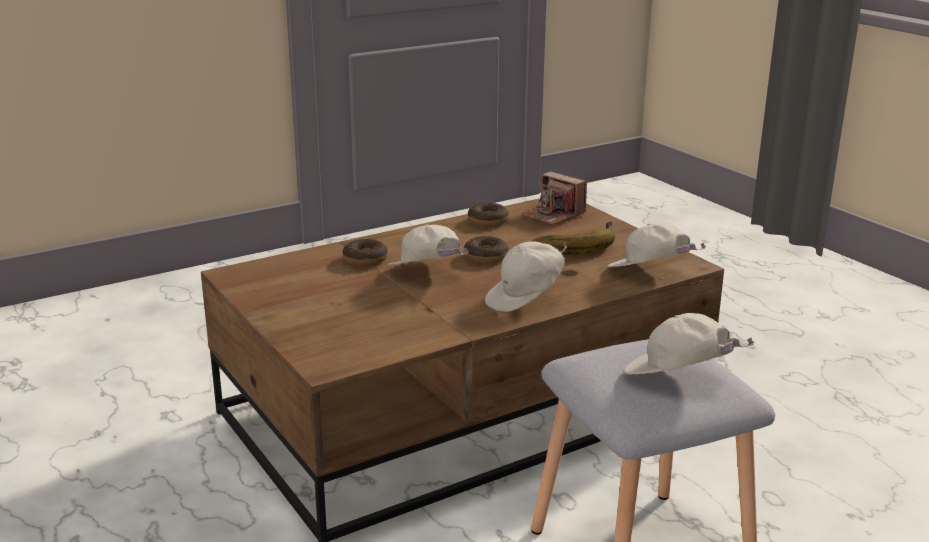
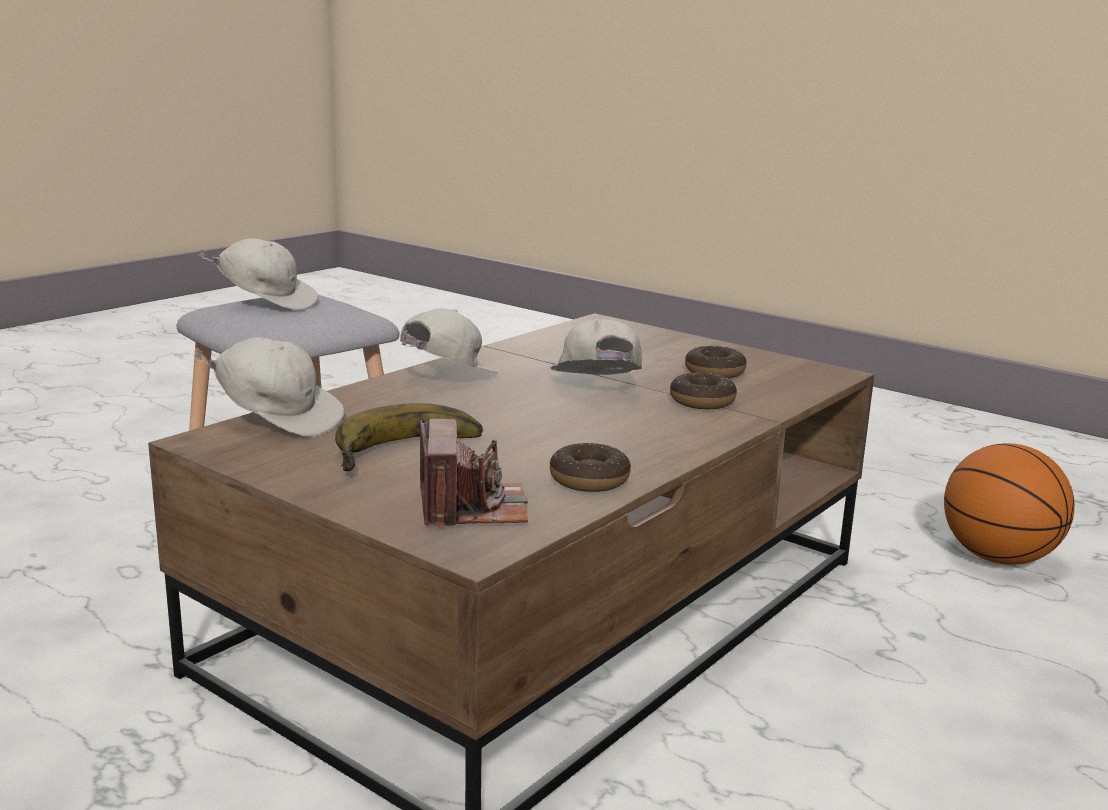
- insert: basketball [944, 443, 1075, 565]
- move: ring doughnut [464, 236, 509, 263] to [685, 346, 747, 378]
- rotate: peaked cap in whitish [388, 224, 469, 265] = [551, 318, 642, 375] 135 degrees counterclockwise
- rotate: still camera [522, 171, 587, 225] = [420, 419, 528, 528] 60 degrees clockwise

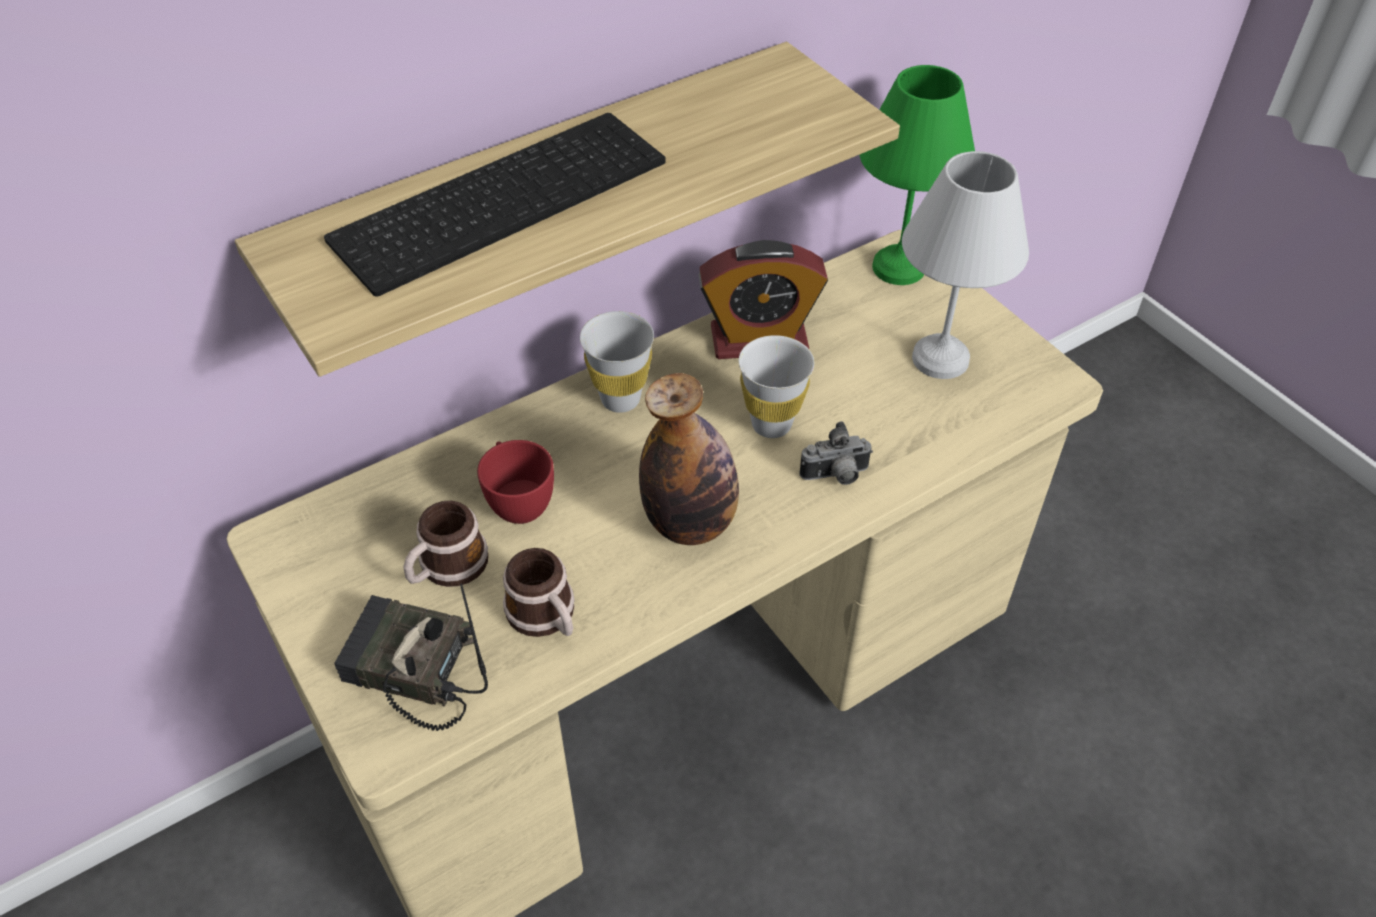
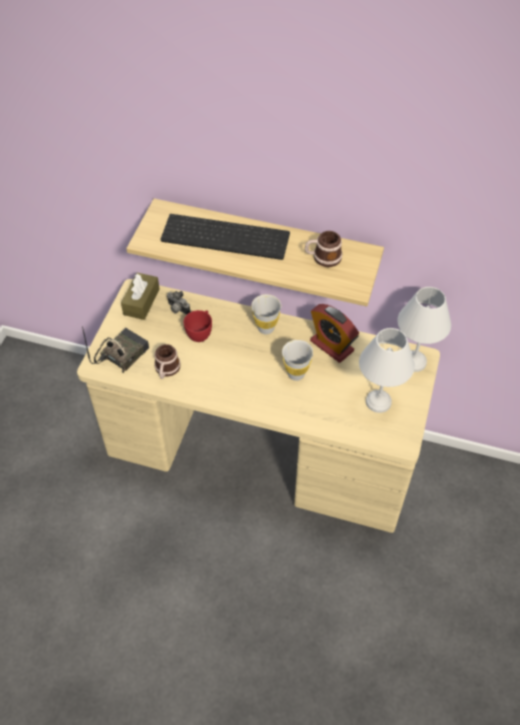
- delete: drink bottle [639, 373, 739, 545]
- insert: tissue holder in brown [121, 272, 160, 320]
- move: mug [403, 501, 488, 587] to [305, 231, 342, 267]
- move: still camera [799, 421, 873, 485] to [167, 291, 191, 315]
- recolor: tabletop lamp in greenish [859, 65, 975, 285] to tabletop lamp in whitish [397, 287, 451, 372]
- rotate: radio [334, 583, 488, 731] = [82, 326, 149, 373] 60 degrees clockwise

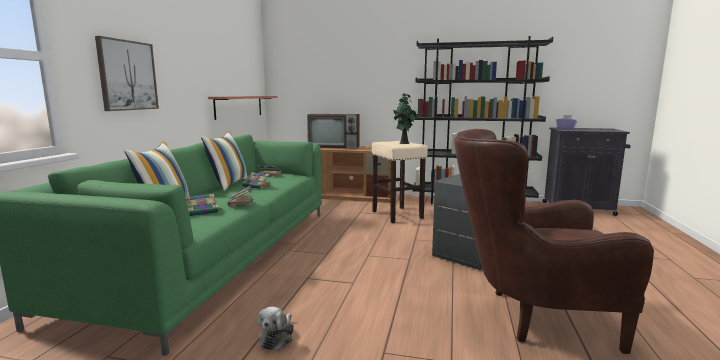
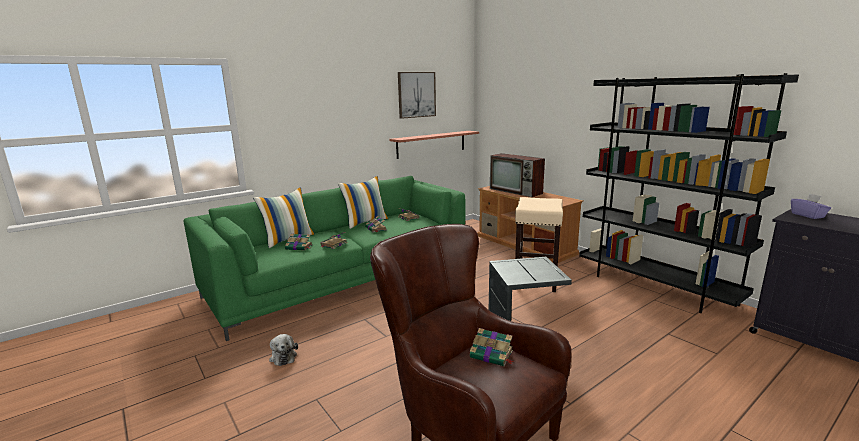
- delete: plant in a pot [393, 93, 418, 144]
- insert: volume [470, 328, 514, 366]
- move: wall art [95, 36, 159, 111] to [398, 72, 436, 119]
- rotate: soft toy [257, 307, 294, 351] = [269, 334, 298, 366] 75 degrees counterclockwise

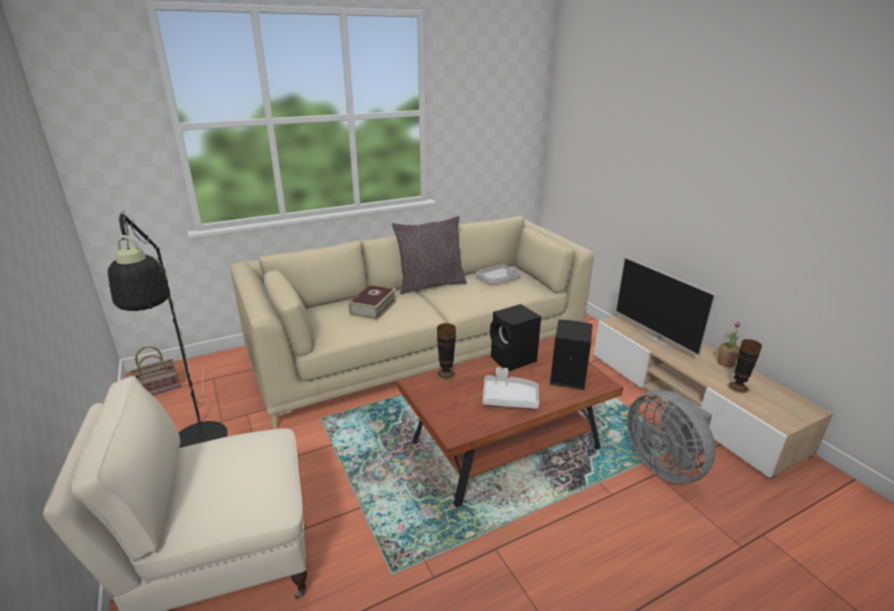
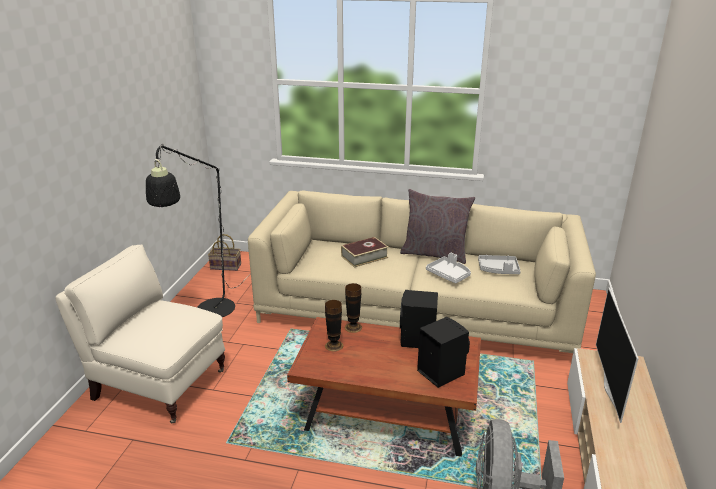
- delete: plant in a pot [717, 322, 740, 368]
- move: carrying tray in whitish [483, 367, 539, 409] to [426, 253, 471, 283]
- move: decorative vase [728, 339, 762, 393] to [325, 300, 343, 352]

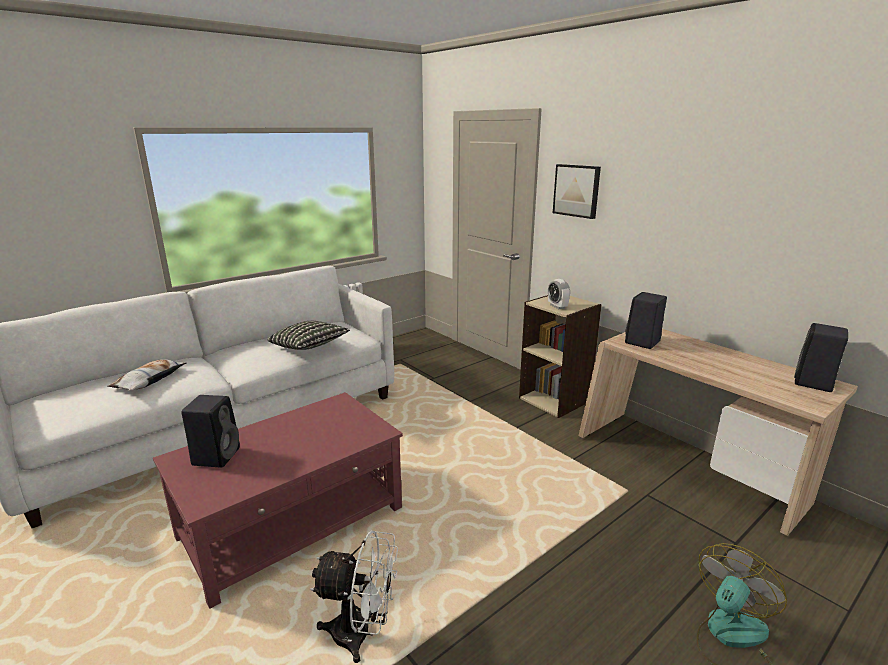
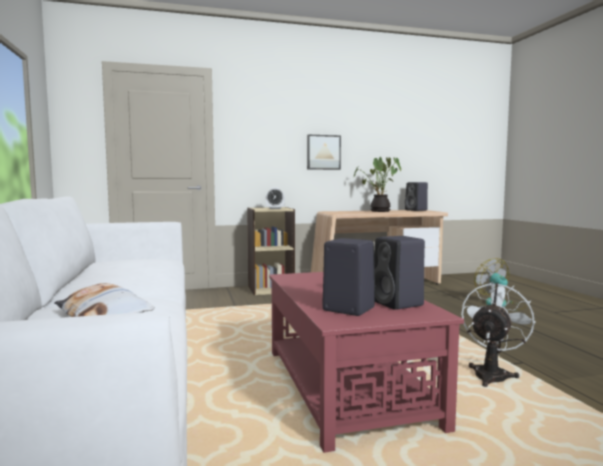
- delete: throw pillow [267, 321, 350, 350]
- insert: plant in a pot [354, 157, 401, 212]
- move: wall art [553, 164, 601, 219] to [307, 135, 341, 170]
- move: speaker in blackish [625, 292, 667, 349] to [374, 236, 425, 310]

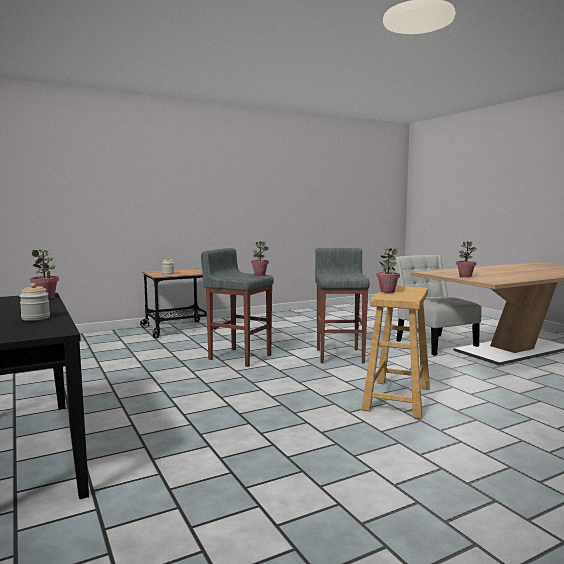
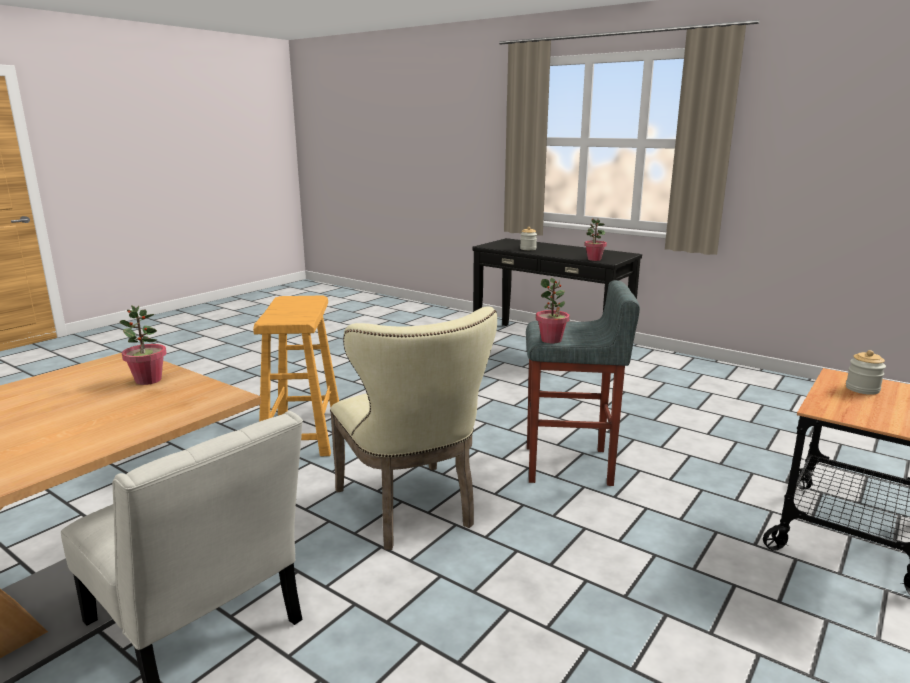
- delete: plant in a pot [377, 248, 400, 293]
- replace: stool in gray [315, 248, 370, 364] to upright chair in beige [330, 306, 497, 550]

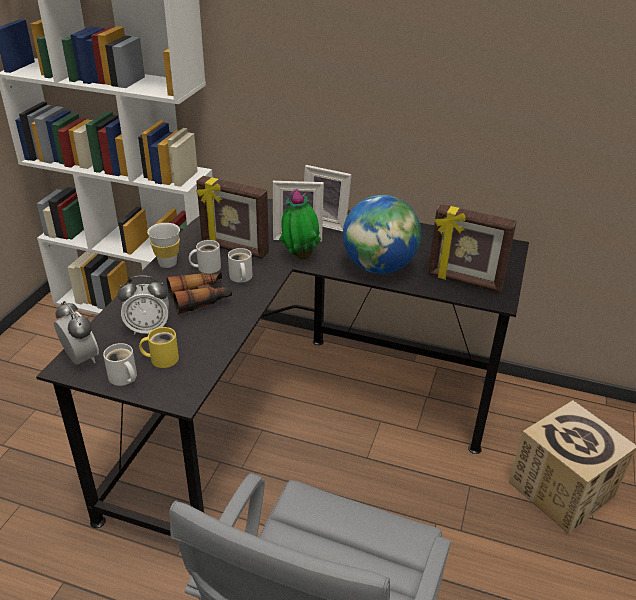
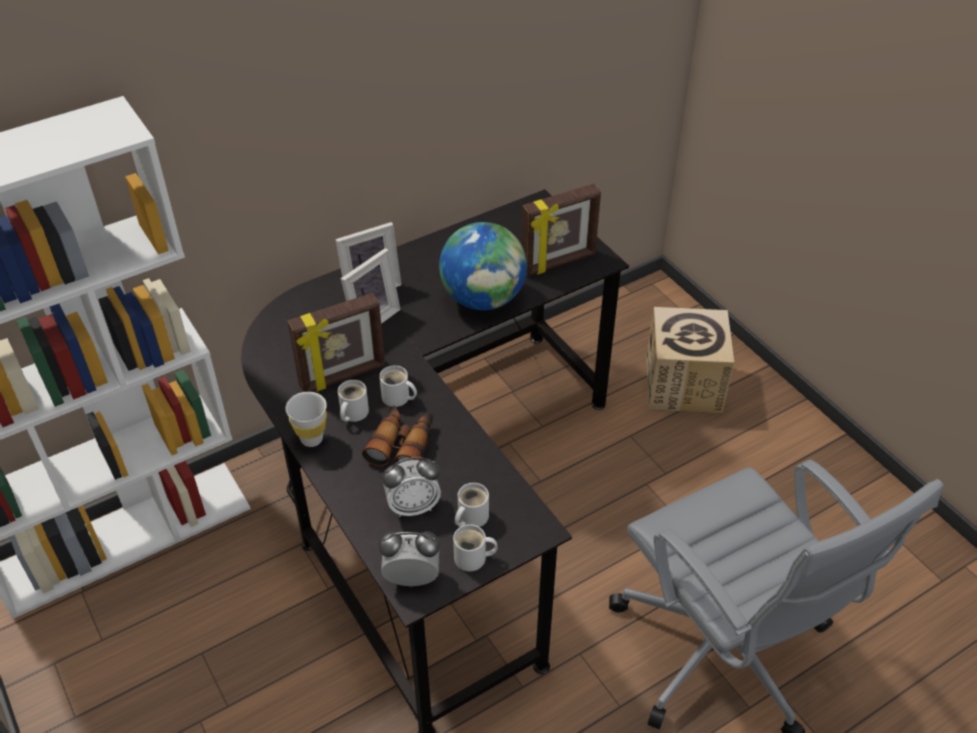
- delete: plant in a pot [279, 189, 321, 260]
- recolor: mug in yellow [139, 327, 179, 368] to mug in whitish [455, 483, 489, 527]
- rotate: table clock [117, 276, 169, 335] = [382, 457, 441, 517] 45 degrees clockwise

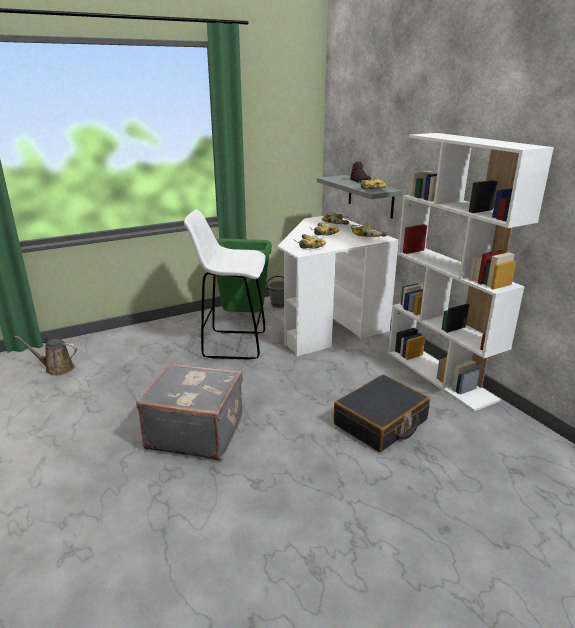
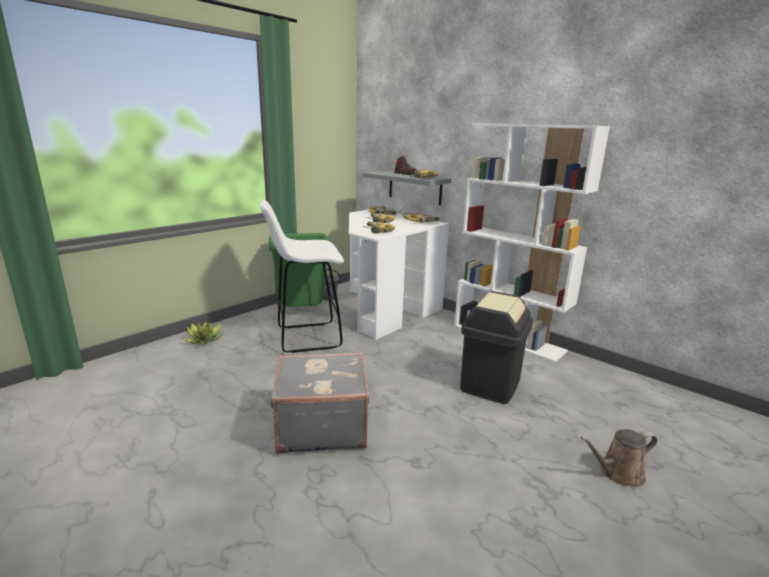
- insert: plant in a pot [183, 322, 223, 345]
- move: sprinkling can in brown [15, 336, 77, 375] to [581, 429, 657, 487]
- replace: piece of luggage in blackish [334, 375, 430, 452] to rubbish bin in blackish [460, 291, 533, 404]

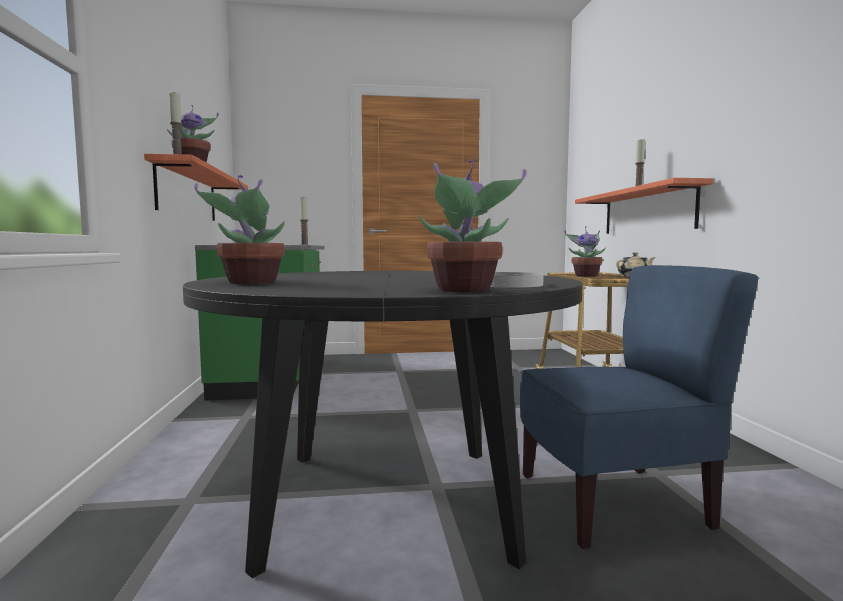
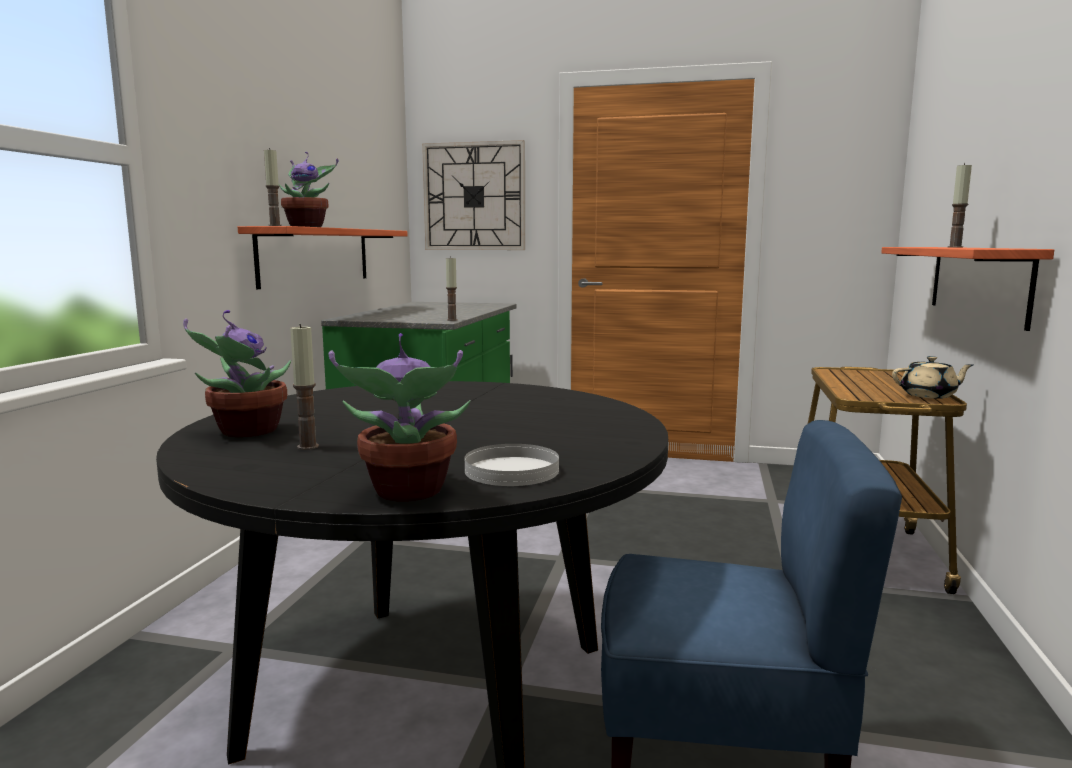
- delete: plant in a pot [564, 226, 606, 277]
- insert: wax candle [290, 324, 319, 450]
- insert: wall clock [422, 140, 525, 250]

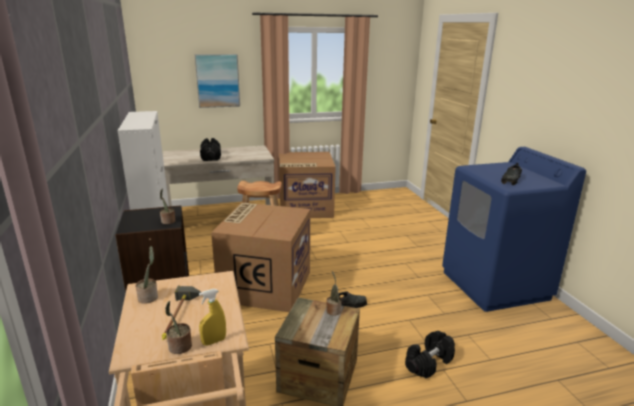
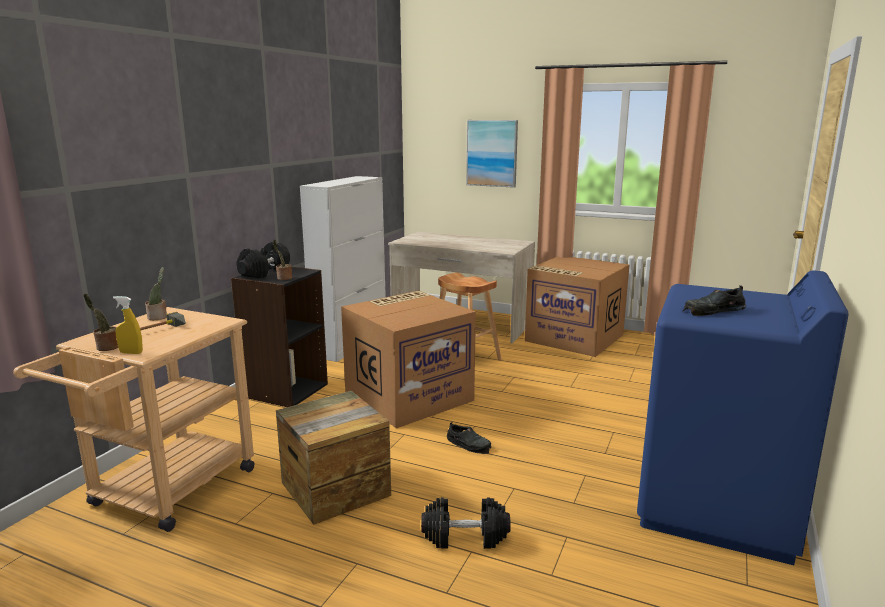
- delete: plant in a pot [326, 271, 342, 316]
- move: hand weight in blackish [200, 138, 221, 161] to [236, 242, 290, 279]

